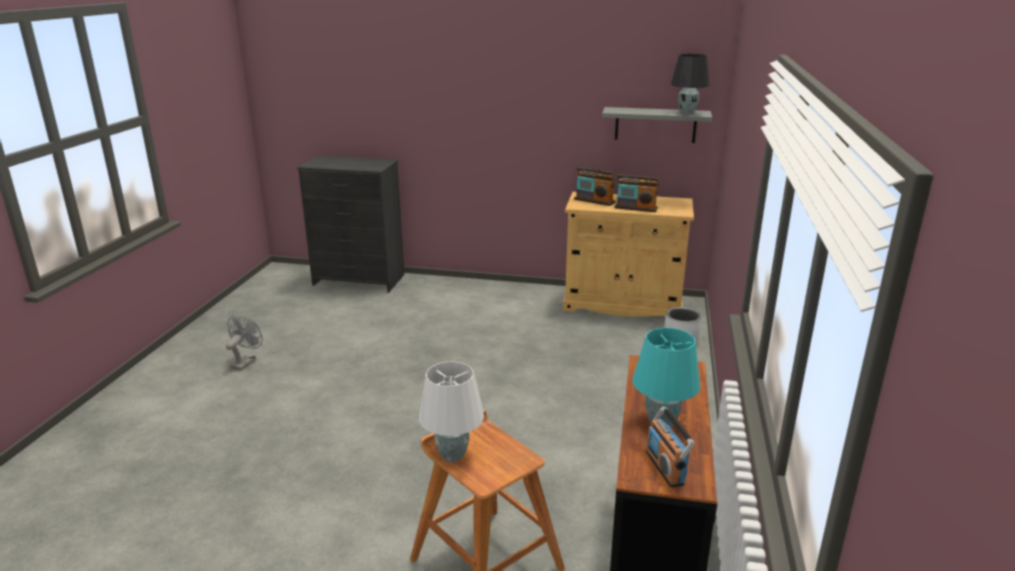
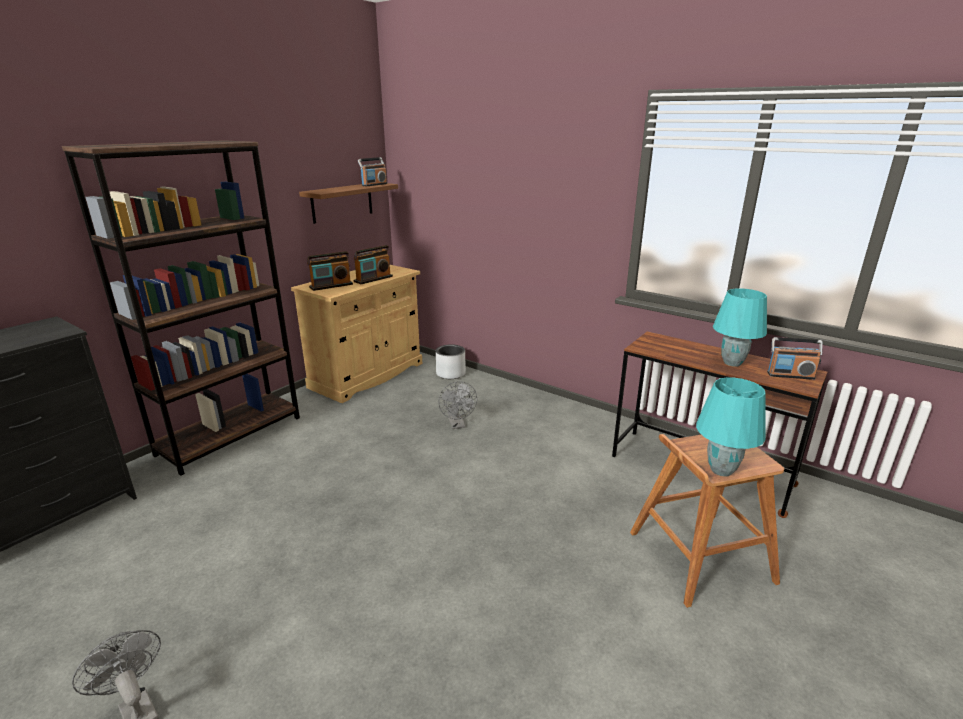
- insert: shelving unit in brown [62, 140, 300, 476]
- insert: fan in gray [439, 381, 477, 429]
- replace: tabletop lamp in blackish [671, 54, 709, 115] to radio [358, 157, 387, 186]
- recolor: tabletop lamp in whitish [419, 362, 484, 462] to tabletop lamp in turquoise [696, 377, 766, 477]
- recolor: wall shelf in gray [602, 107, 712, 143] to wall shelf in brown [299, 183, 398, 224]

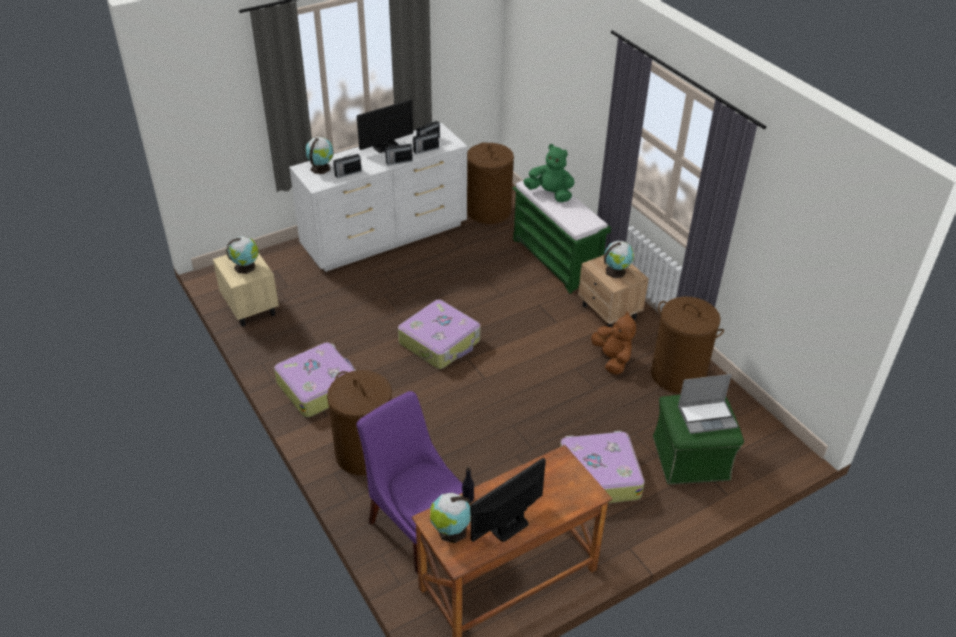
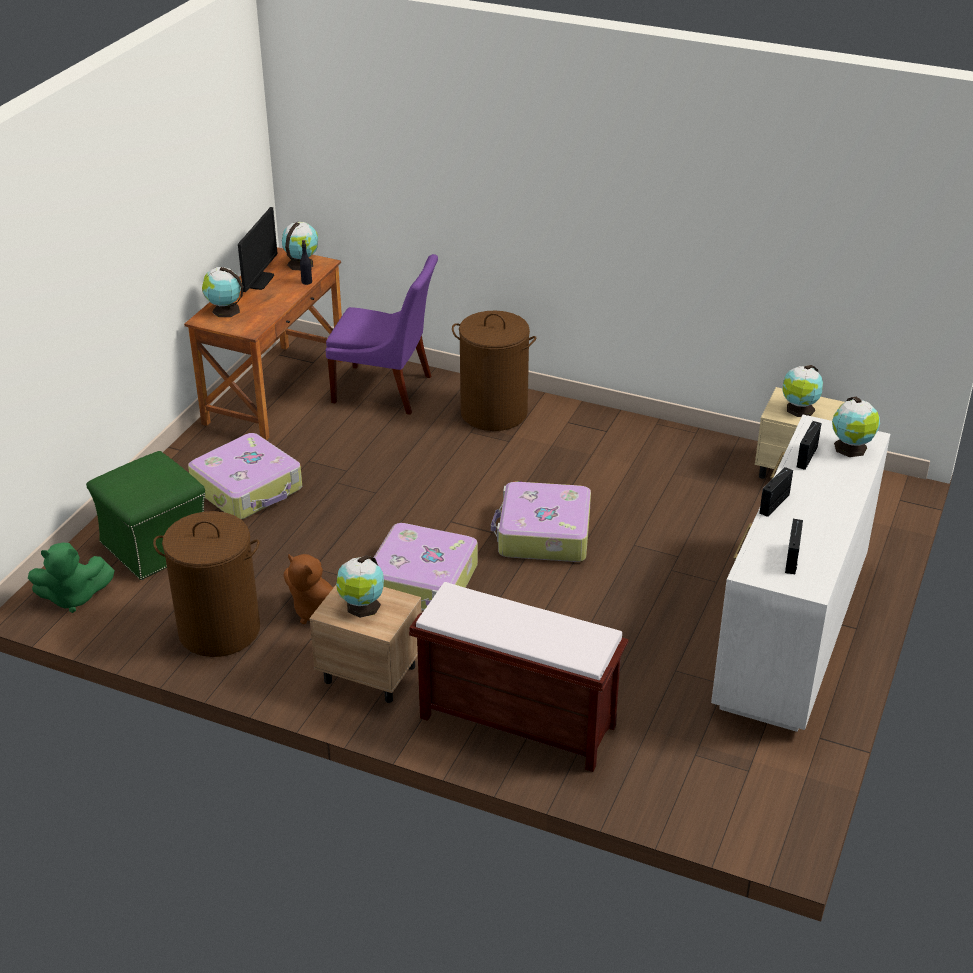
- delete: computer display [357, 99, 413, 153]
- delete: radio [413, 130, 439, 154]
- delete: laundry basket in brown [467, 142, 514, 224]
- delete: laptop [678, 374, 738, 434]
- insert: world globe [202, 267, 243, 317]
- move: piece of luggage [274, 343, 357, 418] to [373, 523, 478, 611]
- move: soft toy in greenish [523, 144, 575, 202] to [28, 543, 115, 613]
- recolor: long seat in greenish [513, 175, 611, 294] to long seat in brown [409, 582, 629, 772]

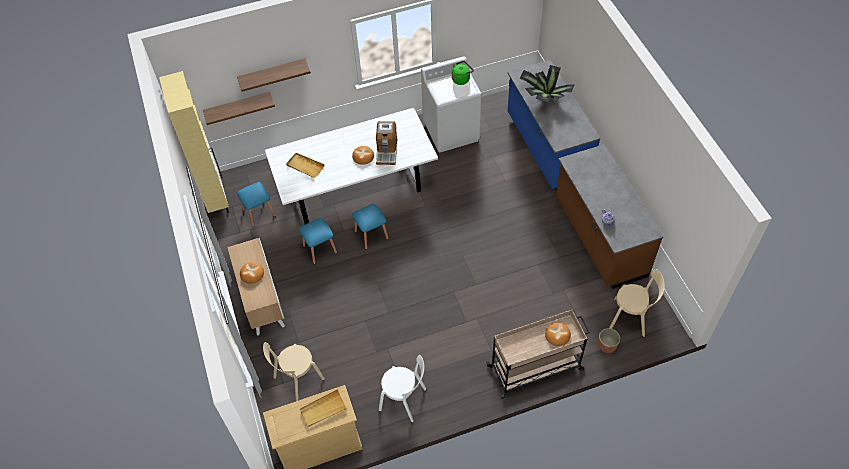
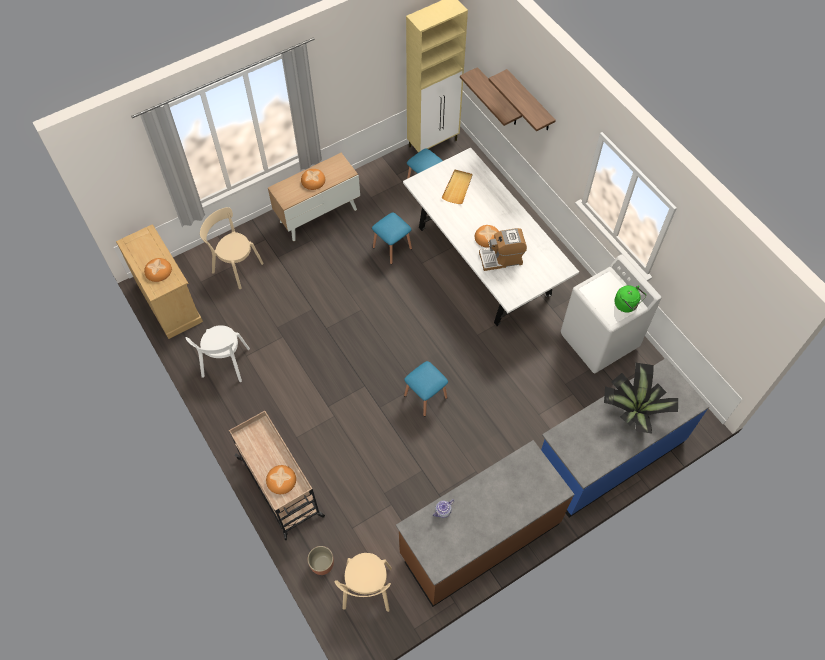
- move: stool in blue [352, 204, 389, 249] to [404, 361, 448, 417]
- replace: carrying tray in beige [300, 389, 347, 427] to baked bread [144, 258, 172, 282]

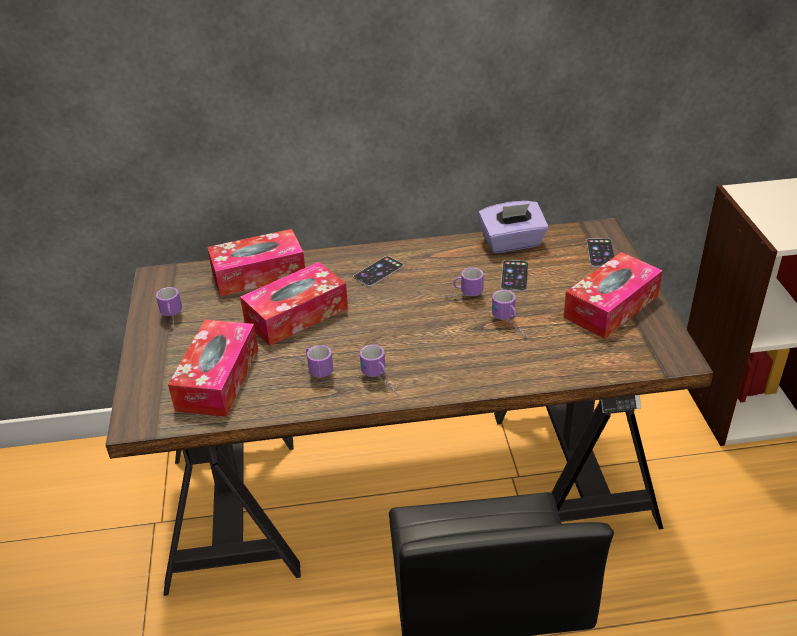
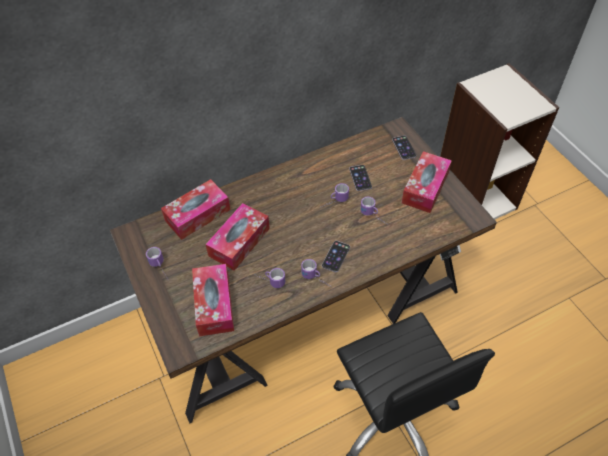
- delete: tissue holder in purplish [478, 201, 548, 253]
- move: phone [353, 256, 403, 287] to [322, 241, 350, 272]

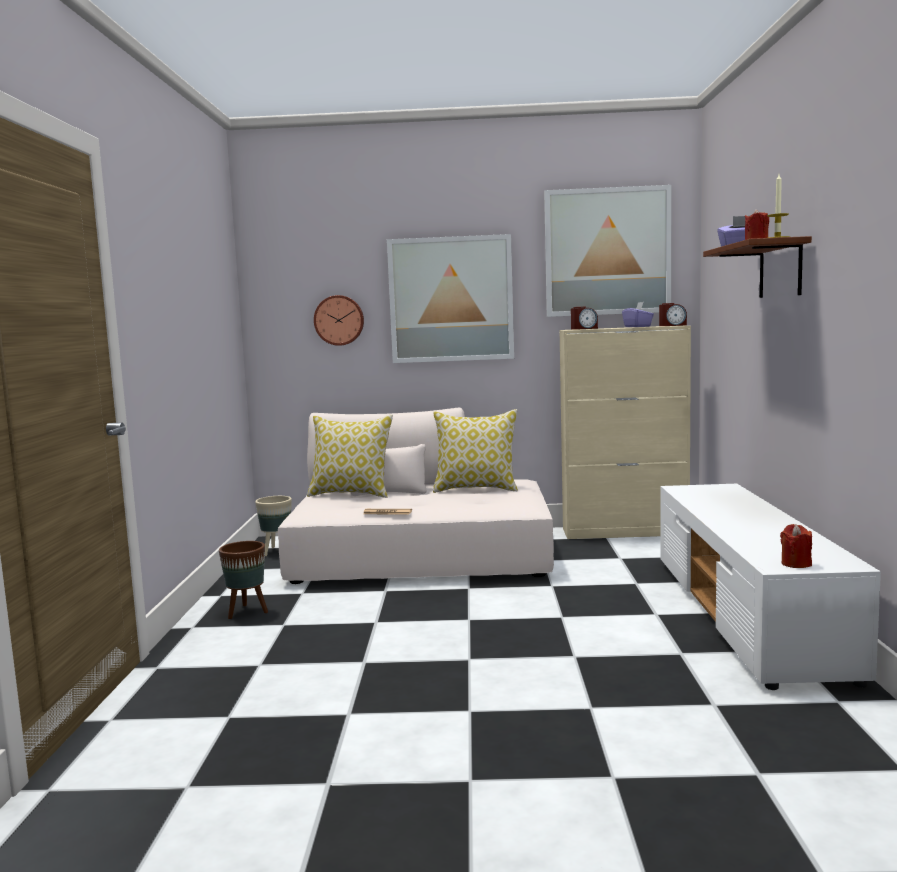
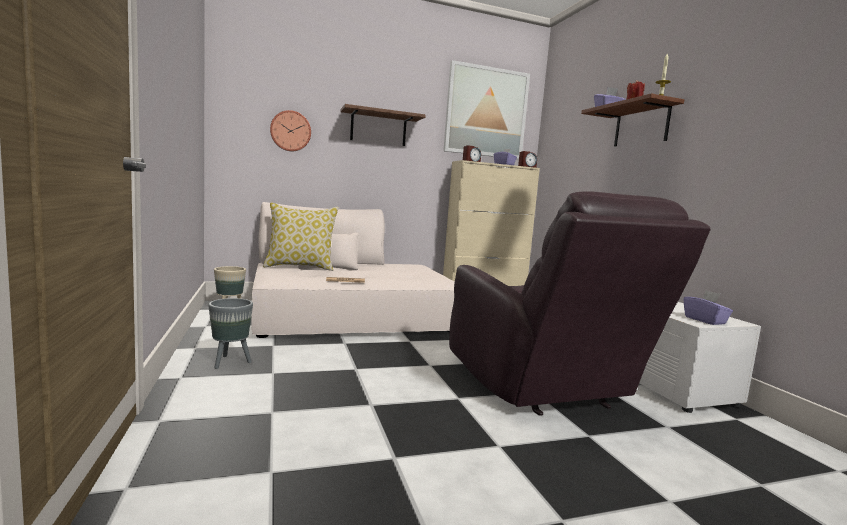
- delete: throw pillow [433, 409, 518, 493]
- insert: lounge chair in brown [449, 191, 710, 416]
- replace: wall art [387, 234, 514, 363] to wall shelf in brown [340, 104, 426, 146]
- replace: wax candle in red [780, 524, 812, 568] to tissue holder in purplish [683, 291, 733, 325]
- recolor: planter in brown [219, 541, 268, 619] to planter in gray [208, 298, 253, 369]

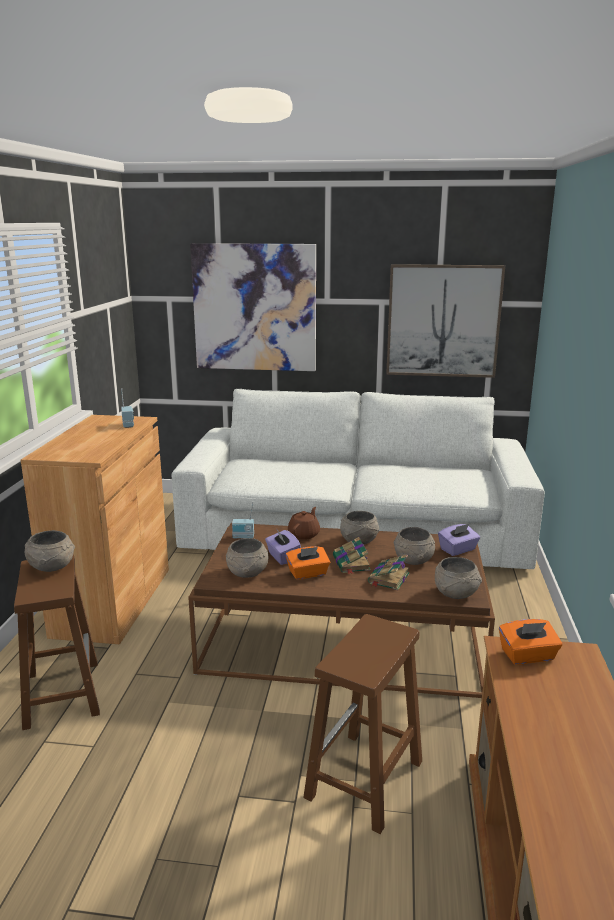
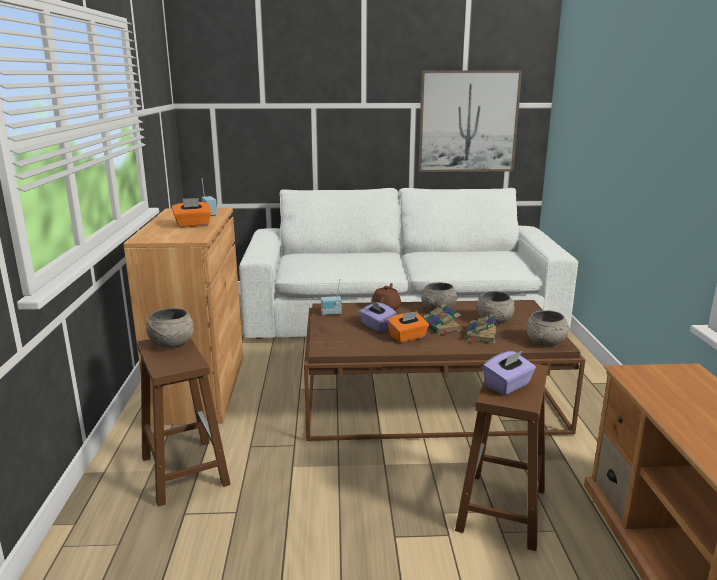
- delete: wall art [190, 243, 316, 371]
- delete: serving bowl in gray [226, 538, 268, 578]
- move: tissue holder in purplish [438, 524, 480, 556] to [483, 351, 536, 395]
- move: tissue holder in orangey [499, 619, 562, 665] to [172, 198, 211, 228]

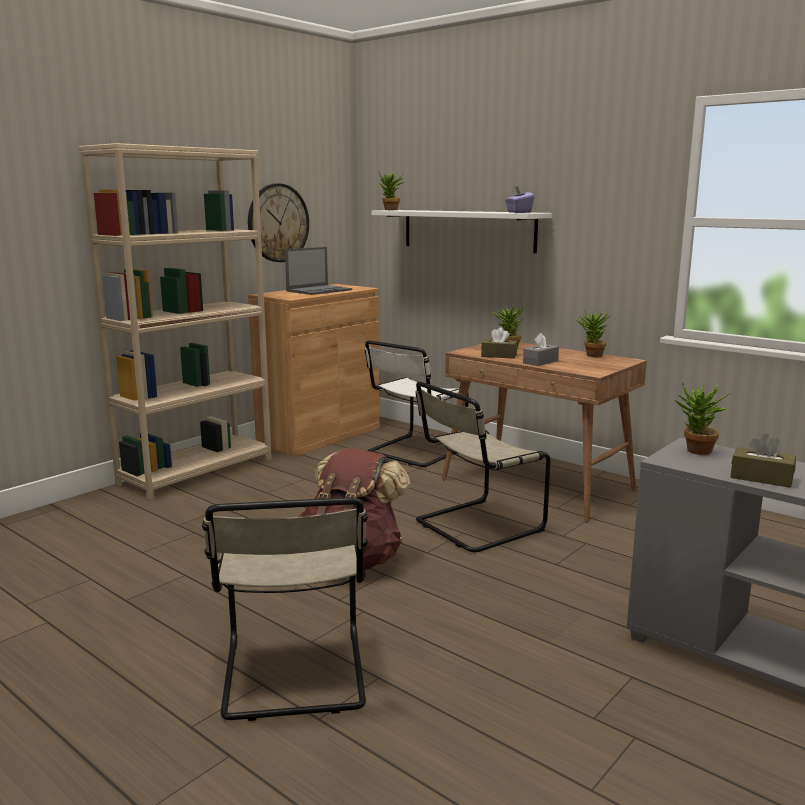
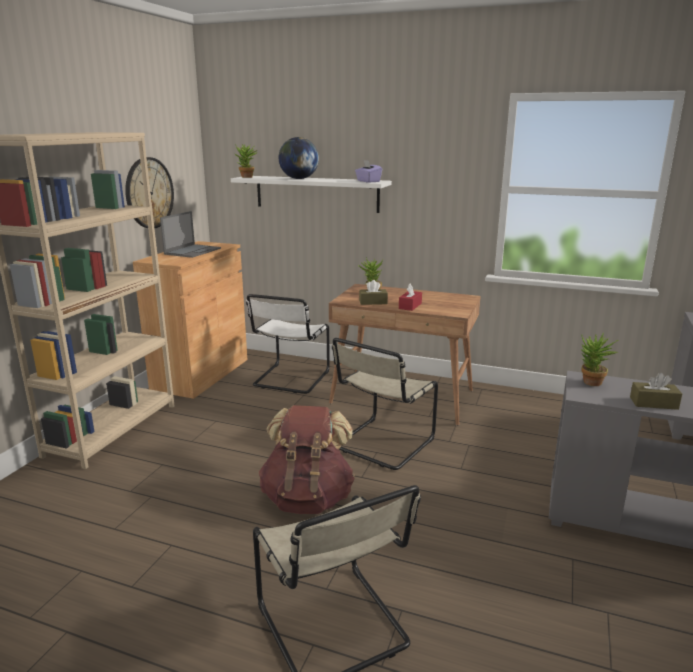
- delete: plant in a pot [575, 310, 610, 357]
- insert: world globe [279, 137, 319, 179]
- recolor: tissue holder in gray [523, 333, 559, 366] to tissue holder in red [399, 284, 422, 311]

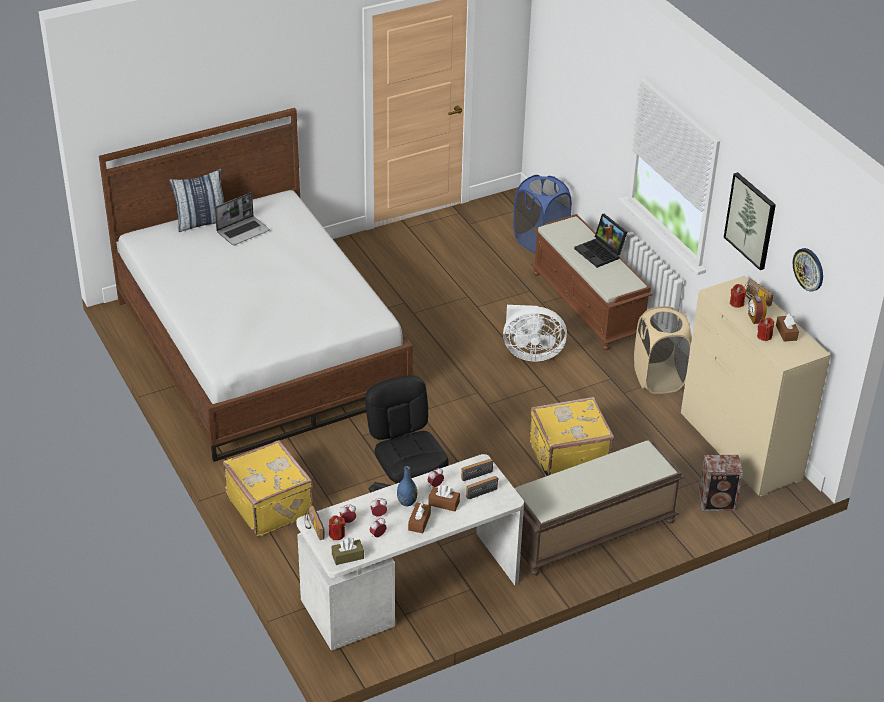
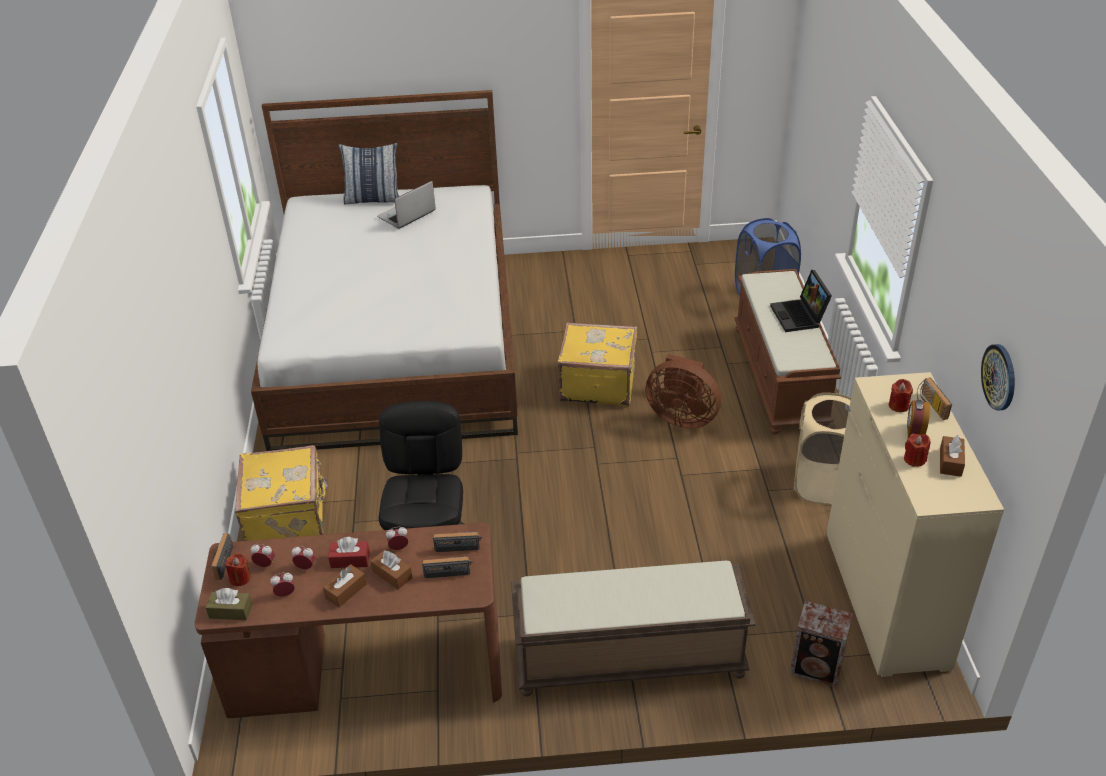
- delete: wall art [724, 172, 776, 270]
- move: piece of luggage in yellow [530, 397, 614, 477] to [557, 322, 637, 406]
- replace: decorative vase in blue [397, 466, 417, 506] to tissue holder in red [328, 537, 370, 568]
- recolor: desk unit in whitish [296, 454, 524, 651] to desk unit in brown [194, 523, 502, 718]
- recolor: fan in whitish [503, 305, 567, 362] to fan in brown [645, 354, 721, 429]
- rotate: laptop [215, 192, 270, 245] = [377, 181, 436, 229] 150 degrees clockwise

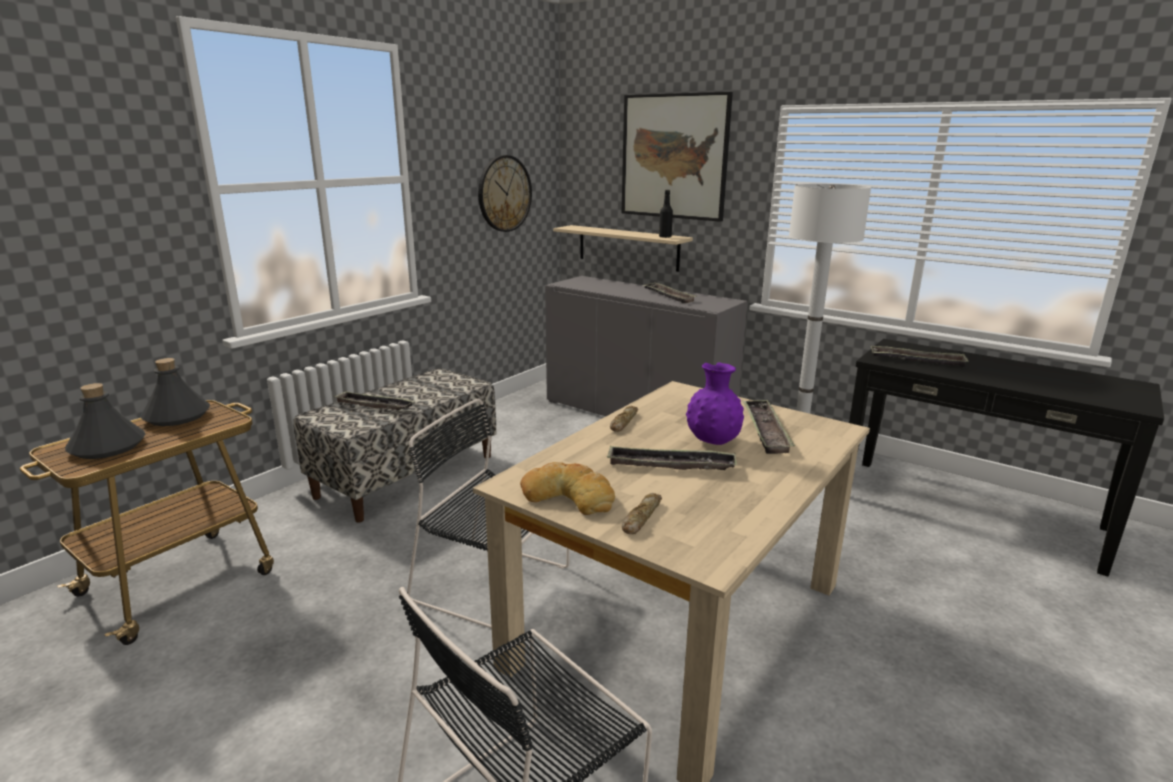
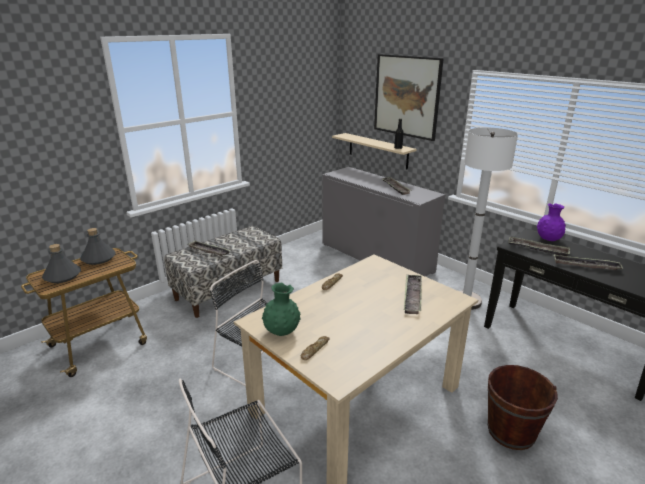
- delete: wall clock [478, 155, 532, 232]
- insert: pail in brown [487, 365, 558, 450]
- move: carrying tray [607, 445, 737, 470] to [554, 255, 623, 270]
- move: decorative vase in purplish [686, 362, 744, 445] to [536, 203, 566, 241]
- replace: baked bread [520, 462, 615, 515] to decorative vase in greenish [262, 283, 301, 336]

